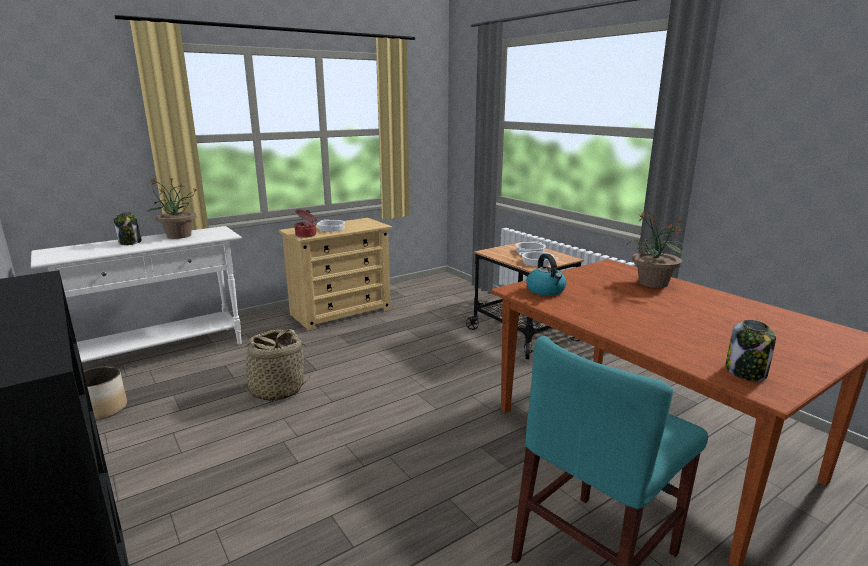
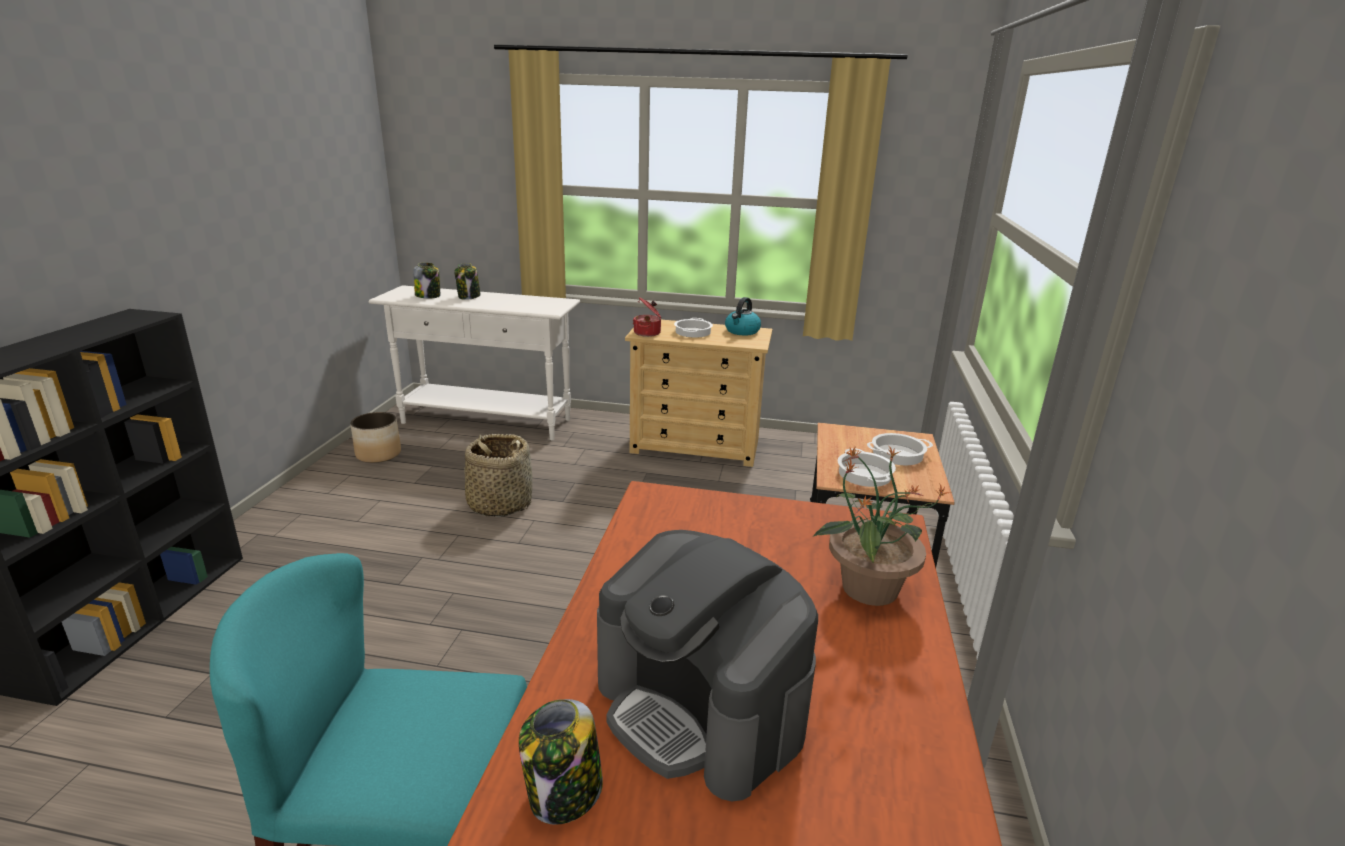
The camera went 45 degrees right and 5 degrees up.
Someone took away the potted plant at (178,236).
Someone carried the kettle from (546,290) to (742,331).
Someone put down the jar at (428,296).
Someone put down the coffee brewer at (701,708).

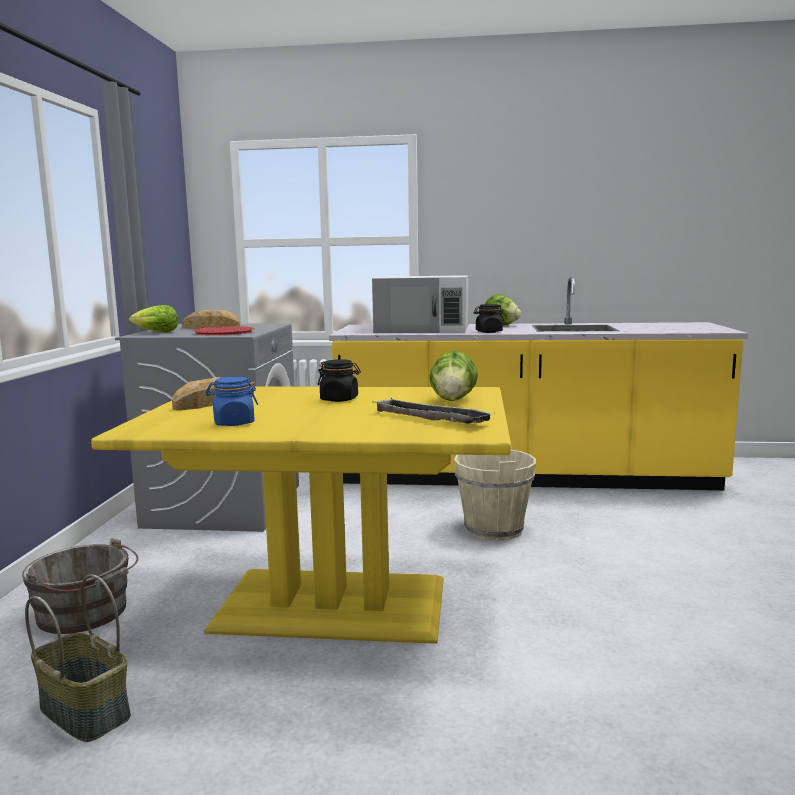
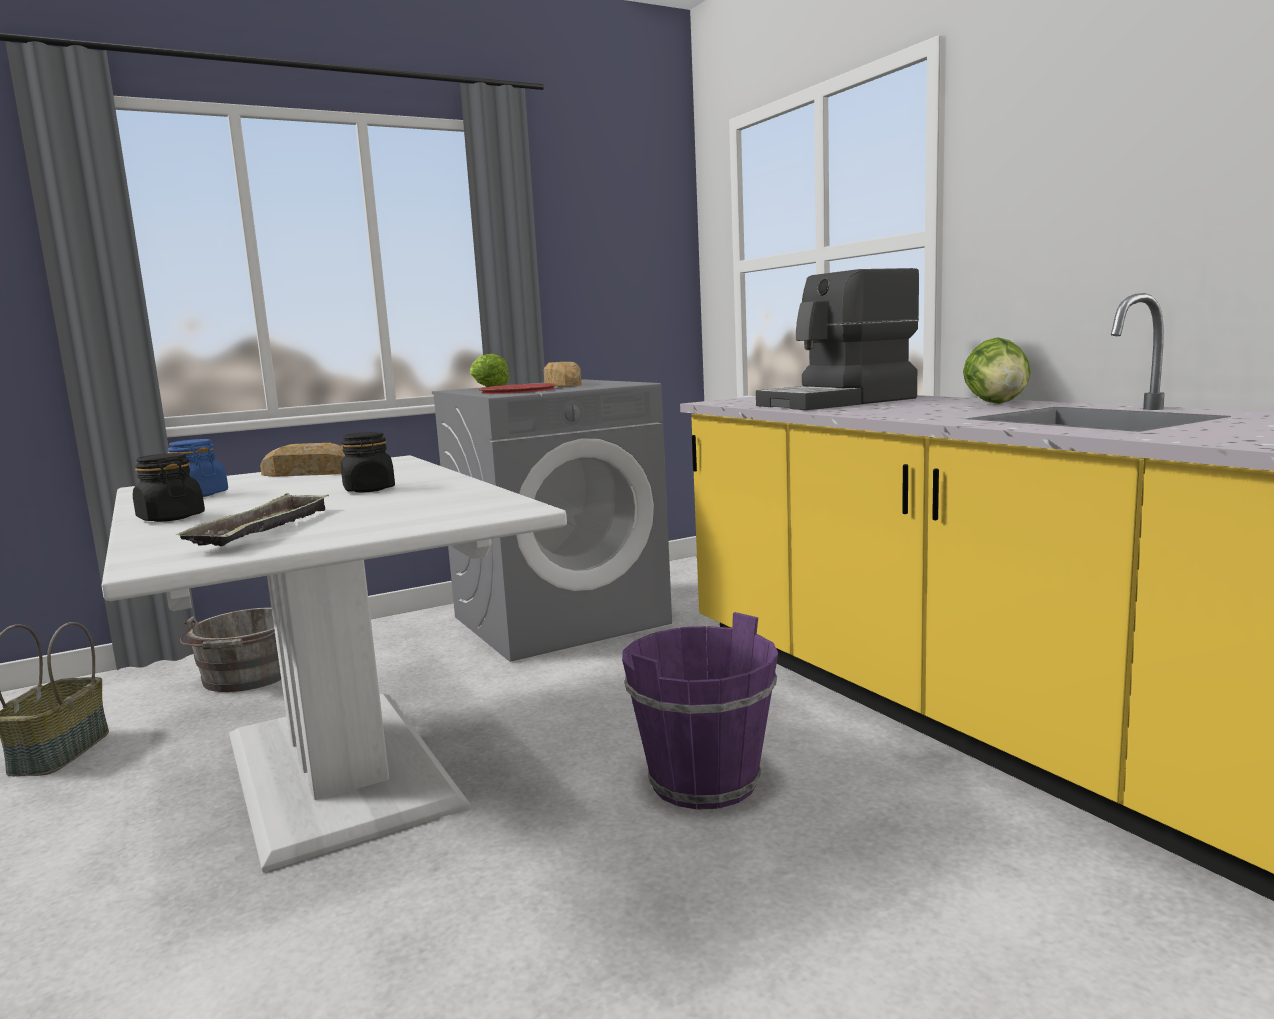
The camera went 55 degrees right and 0 degrees up.
Someone repainted the dinner table in yellow at (332,603), which became the dinner table in whitish at (342,767).
Someone swapped the microwave in whitish at (423,329) for the coffee brewer at (839,402).
Someone took away the lettuce at (453,400).
Someone repainted the pail in beige-coloured at (494,529), which became the pail in purple-coloured at (704,782).
Someone carried the jar in black from (488,332) to (170,518).

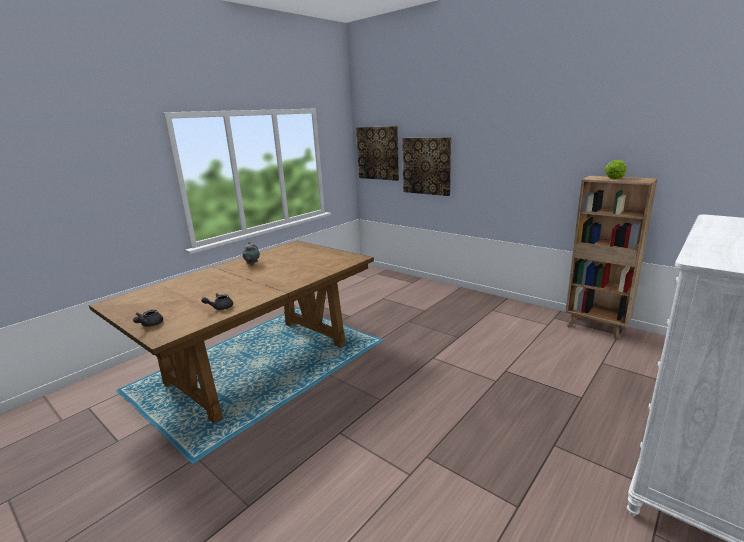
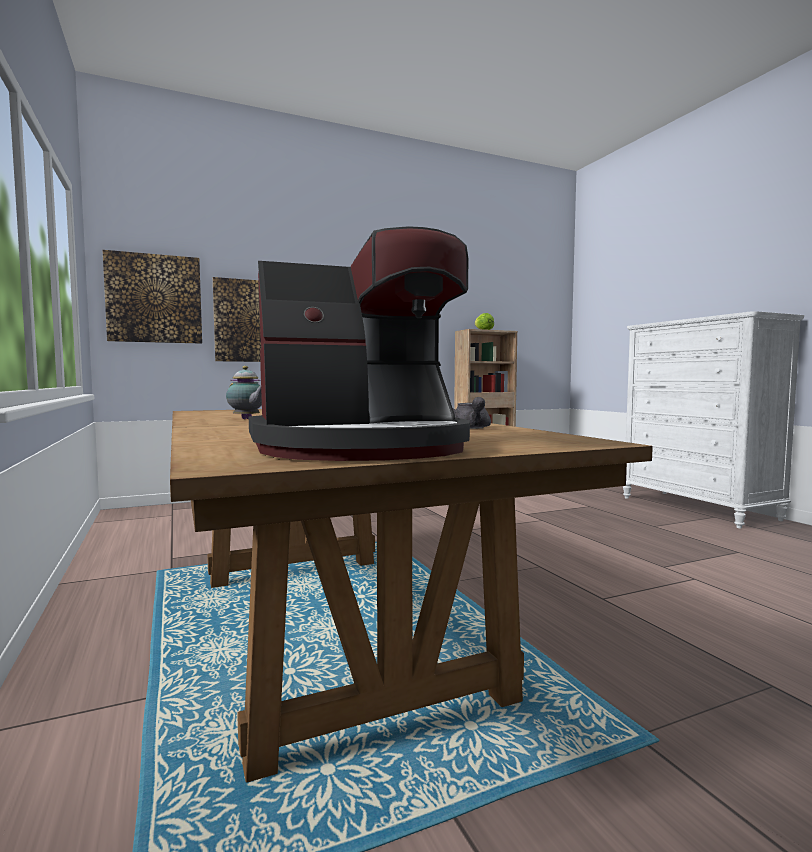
The camera went 65 degrees left and 15 degrees down.
Someone took away the tea pot in gray at (149,325).
Someone put down the coffee brewer at (361,447).

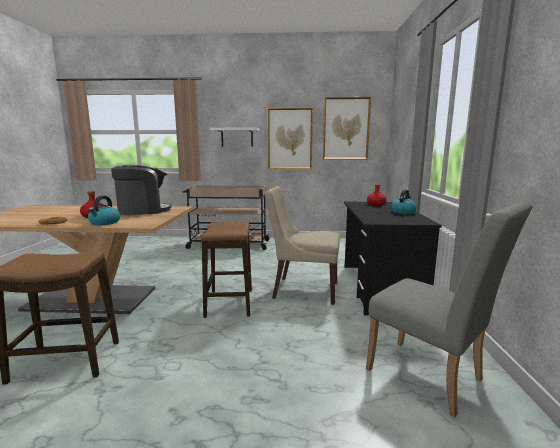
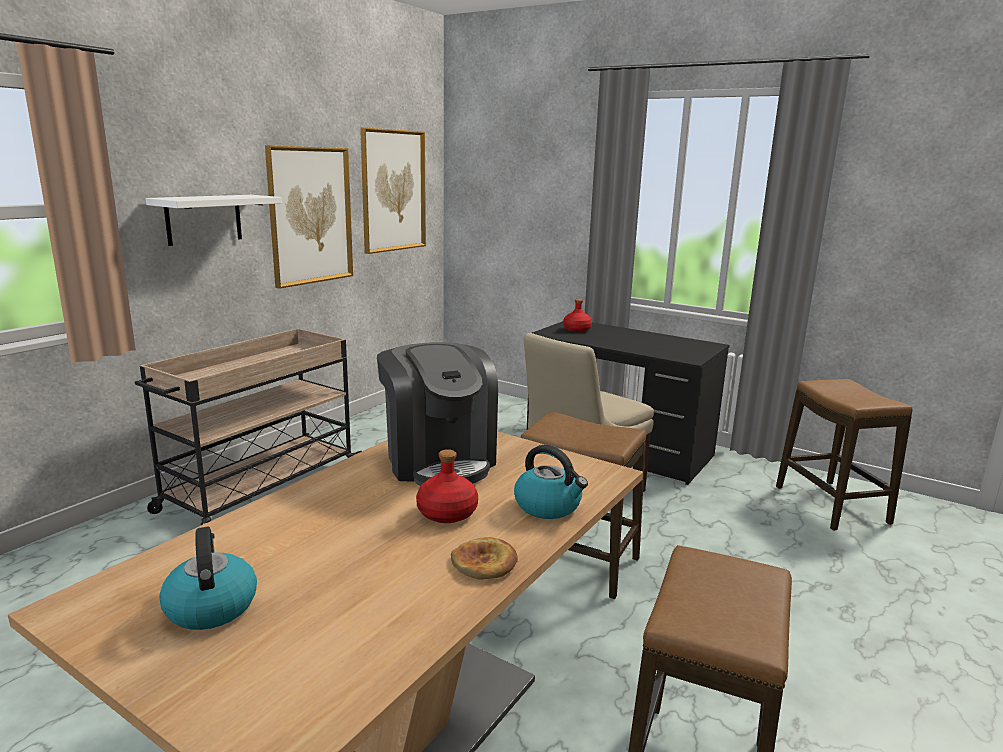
The camera went 60 degrees left and 5 degrees up.
Someone rotated the coffee brewer at (143,211) by 150 degrees clockwise.
Someone swapped the plain chair in gray at (431,379) for the sitting stool at (831,505).
Someone carried the kettle from (403,212) to (210,606).

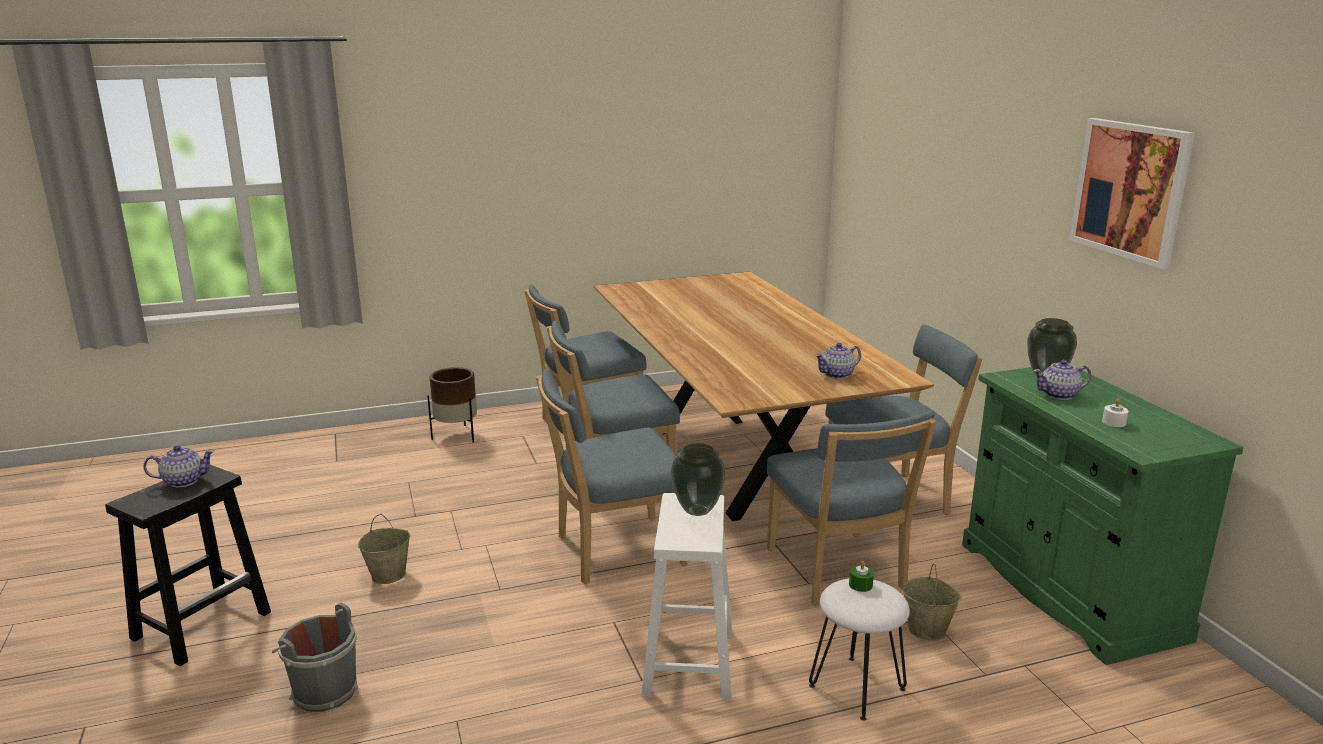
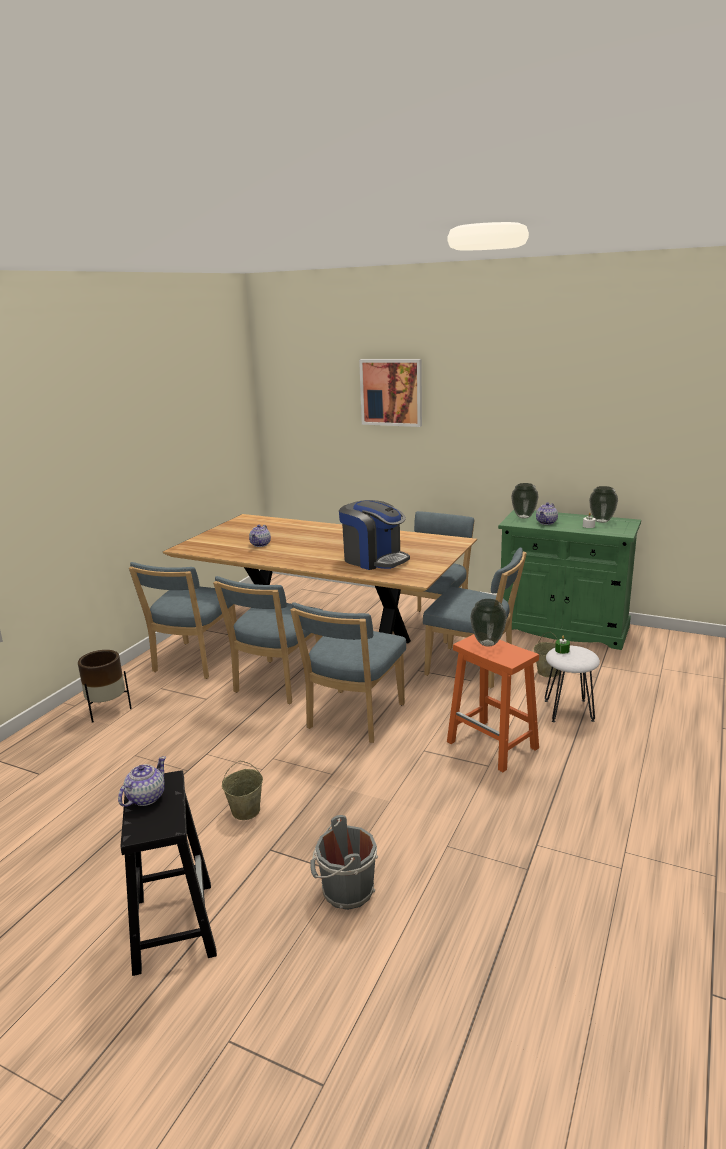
The camera went 45 degrees left and 0 degrees up.
Someone repainted the sitting stool in whitish at (689,664), which became the sitting stool in orange-coloured at (493,745).
Someone carried the tea pot from (837,374) to (261,544).
Someone carried the picture from (1130,190) to (391,392).
Someone put down the coffee brewer at (374,559).
Someone put down the flower vase at (602,521).

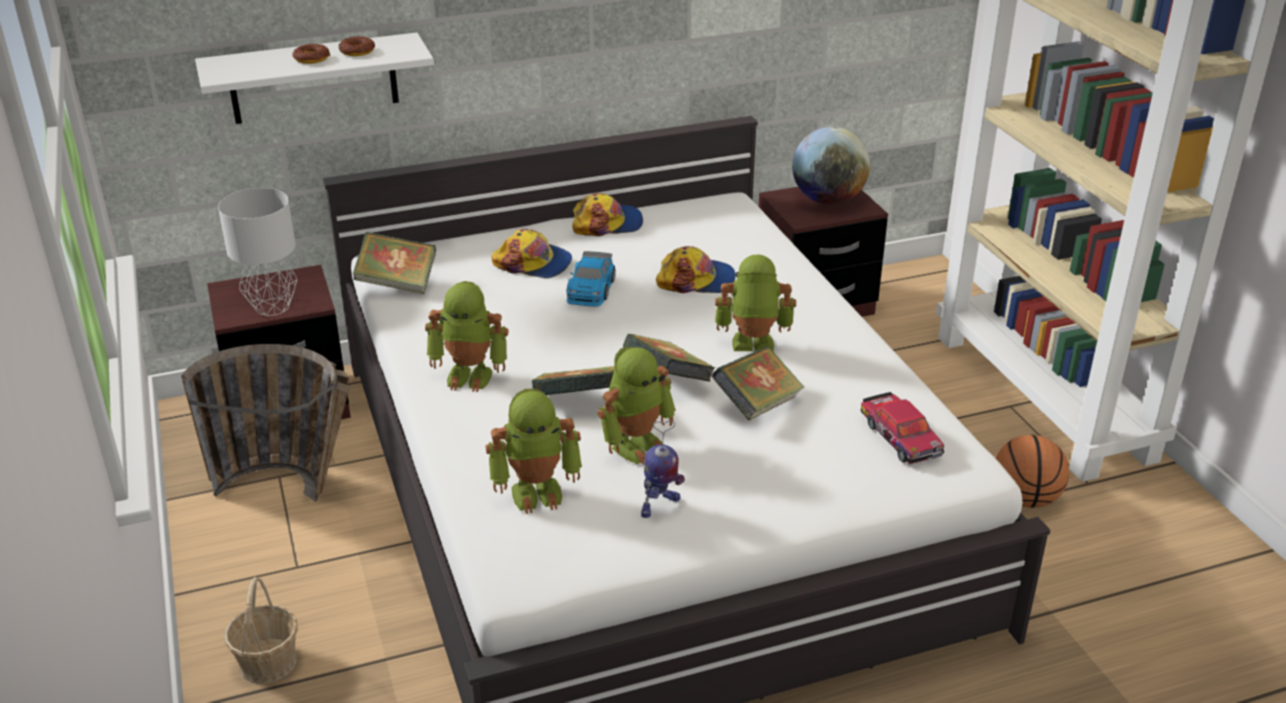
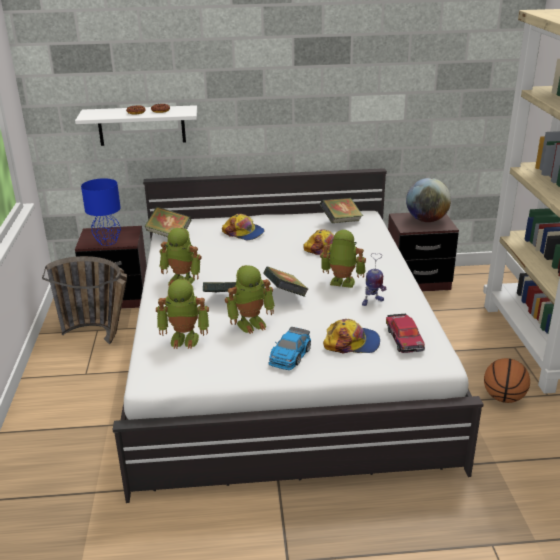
The camera went 15 degrees right and 5 degrees down.
Someone repainted the lamp for a table in gray at (273,306), which became the lamp for a table in blue-coloured at (108,241).
Someone took away the storage basket at (268,662).
Someone carried the miniature car from (591,290) to (290,356).
Someone carried the baseball cap from (607,223) to (352,343).
Someone carried the robot figure from (659,505) to (372,302).
Someone carried the bound book from (757,405) to (341,222).

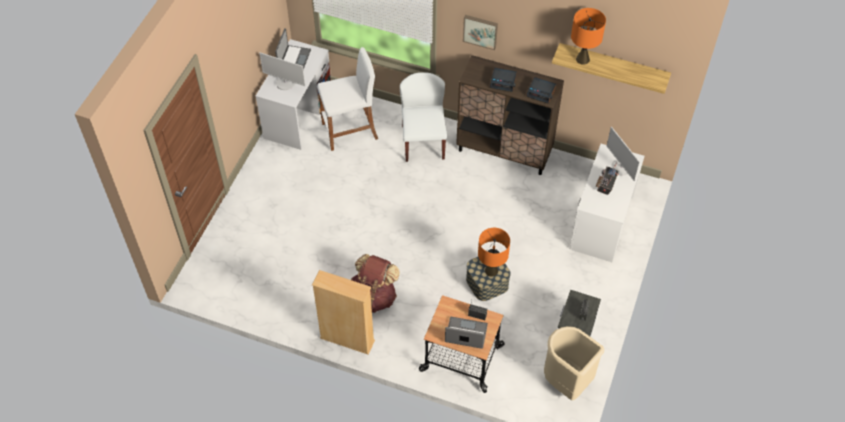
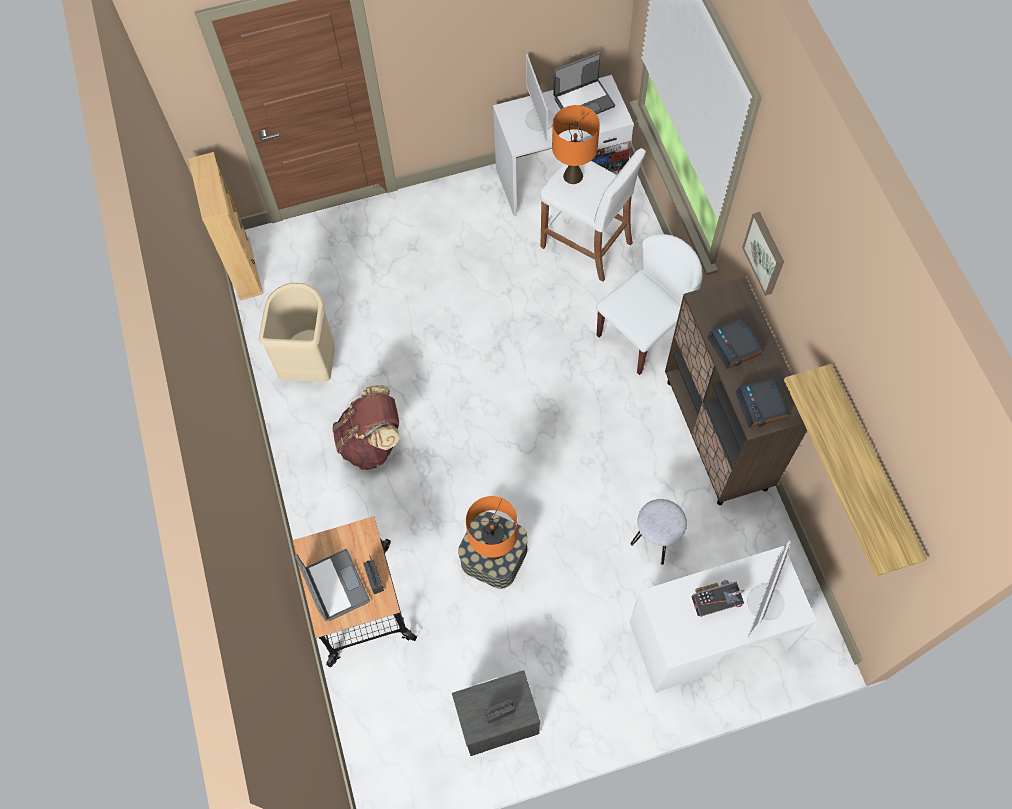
The camera went 55 degrees right and 10 degrees up.
Someone carried the bookshelf in beige-coloured from (347,339) to (244,268).
Someone carried the waste bin in beige-coloured from (566,382) to (310,364).
Someone carried the lamp for a table in orange-coloured from (582,59) to (572,176).
Someone put down the sitting stool in gray at (656,539).

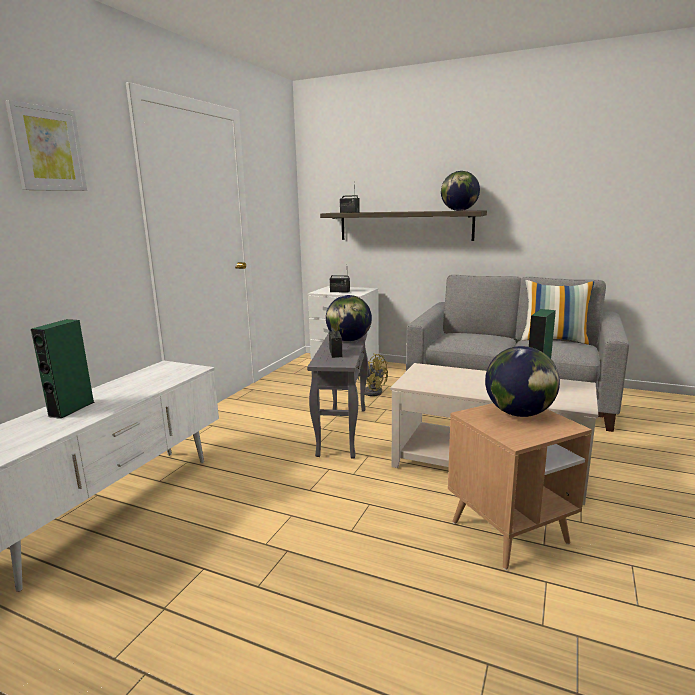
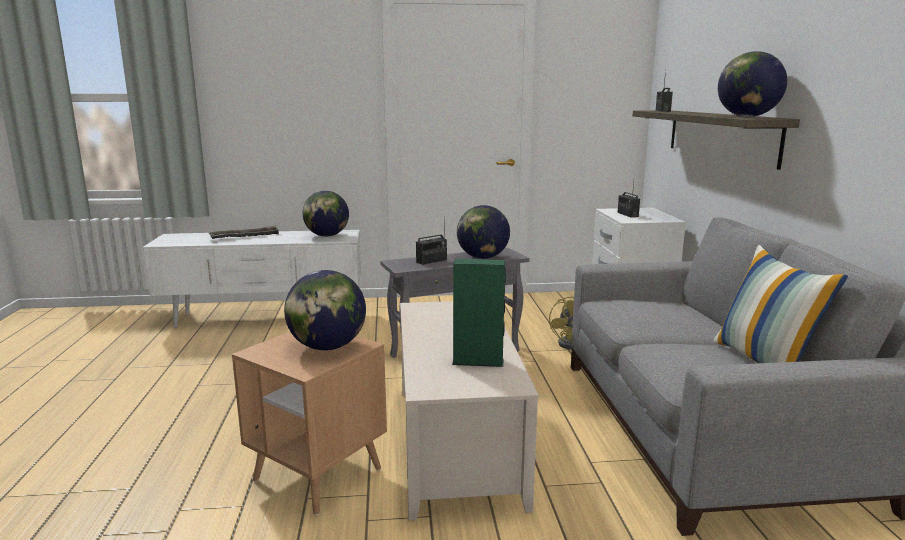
The camera went 60 degrees right and 0 degrees up.
Someone took away the picture at (47,149).
Someone swapped the audio speaker in greenish at (71,409) for the serving tray at (245,236).
Someone put down the globe at (327,236).

